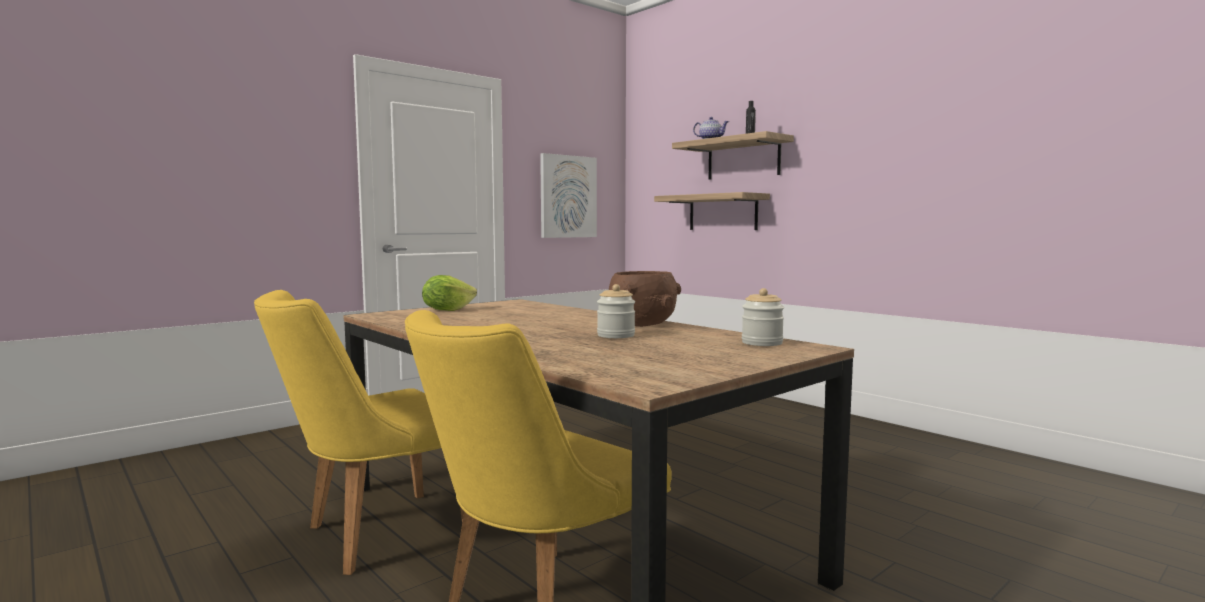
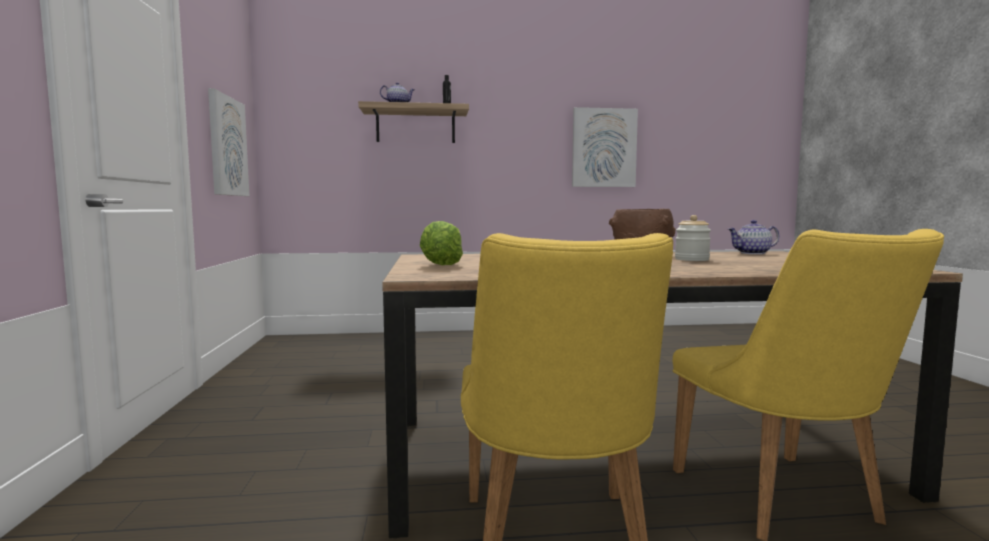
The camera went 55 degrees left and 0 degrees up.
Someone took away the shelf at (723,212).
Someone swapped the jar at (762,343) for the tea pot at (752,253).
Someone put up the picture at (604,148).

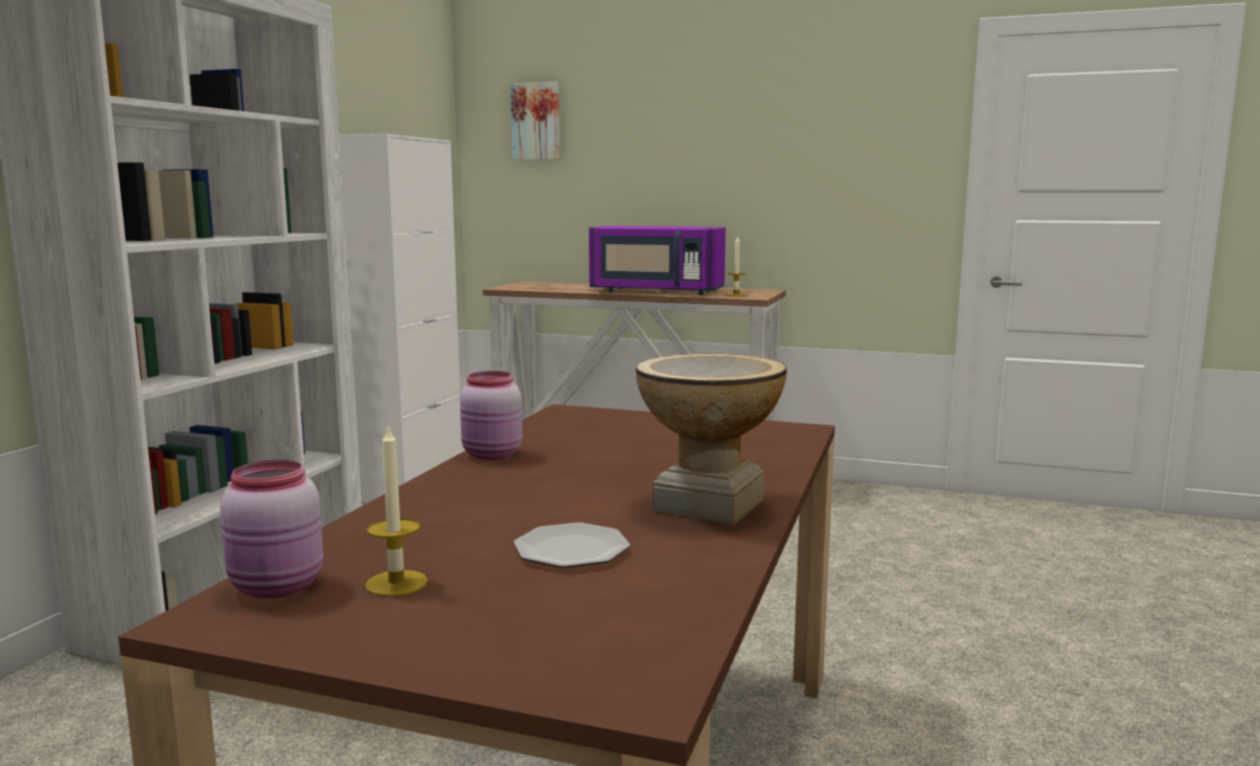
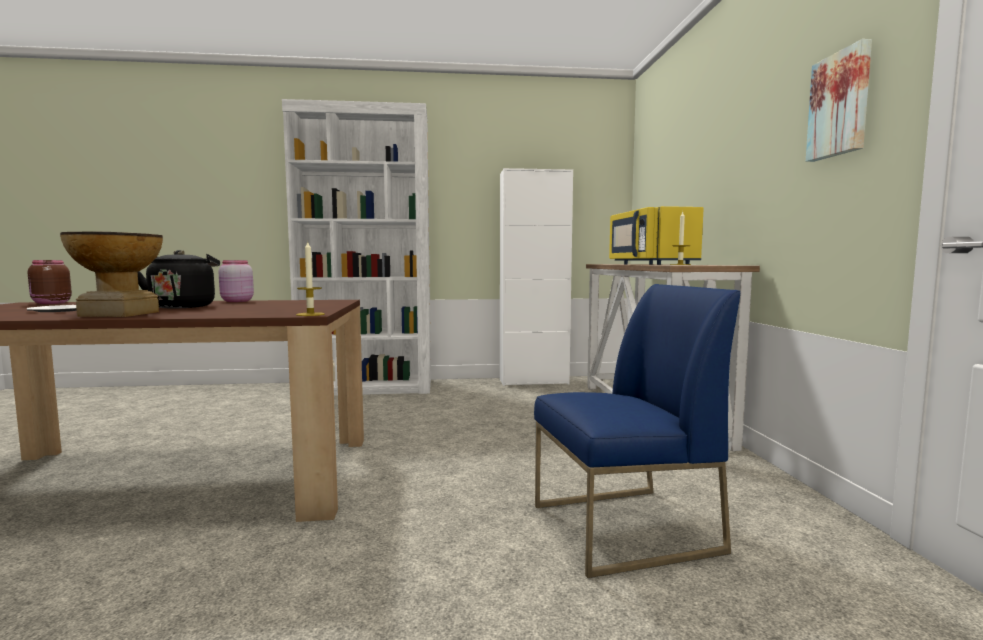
The camera went 65 degrees right and 5 degrees down.
Someone repainted the jar in pinkish at (278,587), which became the jar in brownish at (50,303).
Someone carried the wax light from (396,583) to (310,314).
Someone carried the picture from (536,121) to (840,104).
Someone repainted the microwave in purple-coloured at (656,292), which became the microwave in yellow at (649,264).
Someone put down the kettle in black at (183,306).
Someone put down the plain chair in blue-coloured at (623,529).

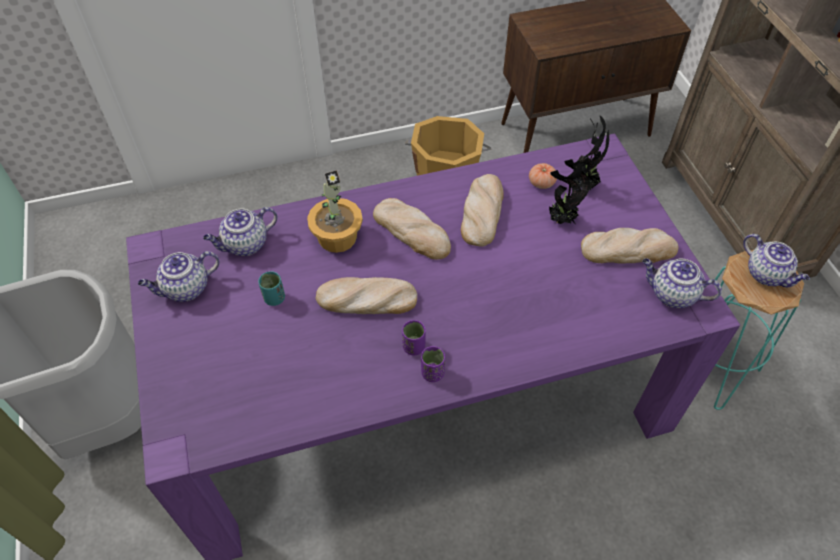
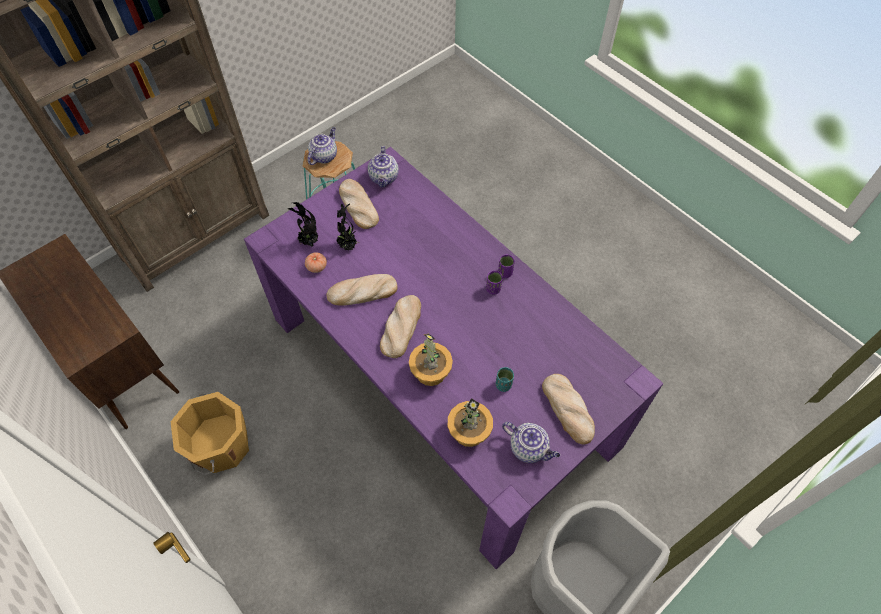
The camera went 115 degrees left and 5 degrees up.
Someone swapped the tea pot at (245,245) for the potted plant at (469,431).
Someone carried the bread from (366,300) to (568,409).

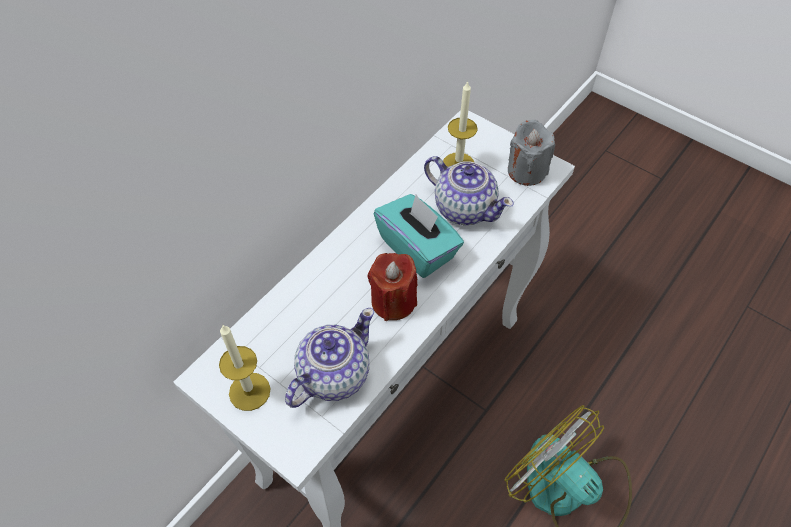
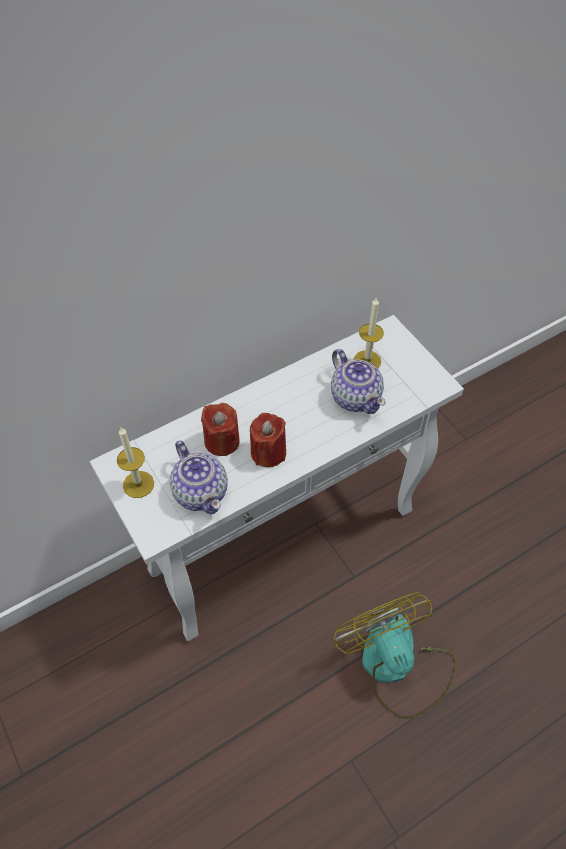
The camera went 20 degrees right and 0 degrees up.
Someone rotated the tea pot at (332,375) by 90 degrees clockwise.
Someone took away the box of tissues in blue-green at (418,248).
Someone took away the wax light in gray at (526,171).
Someone put down the wax light in red-coloured at (222,441).

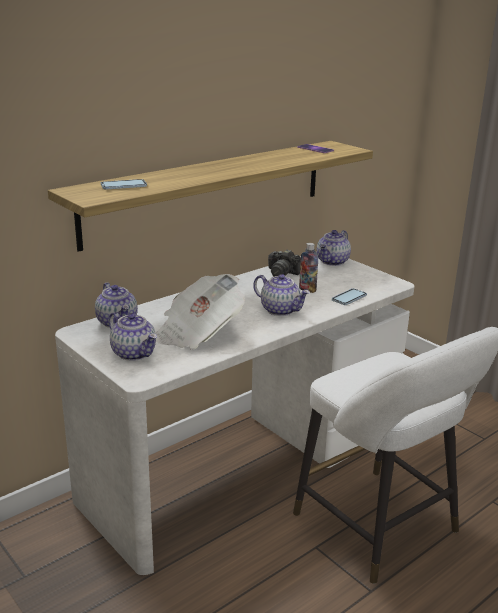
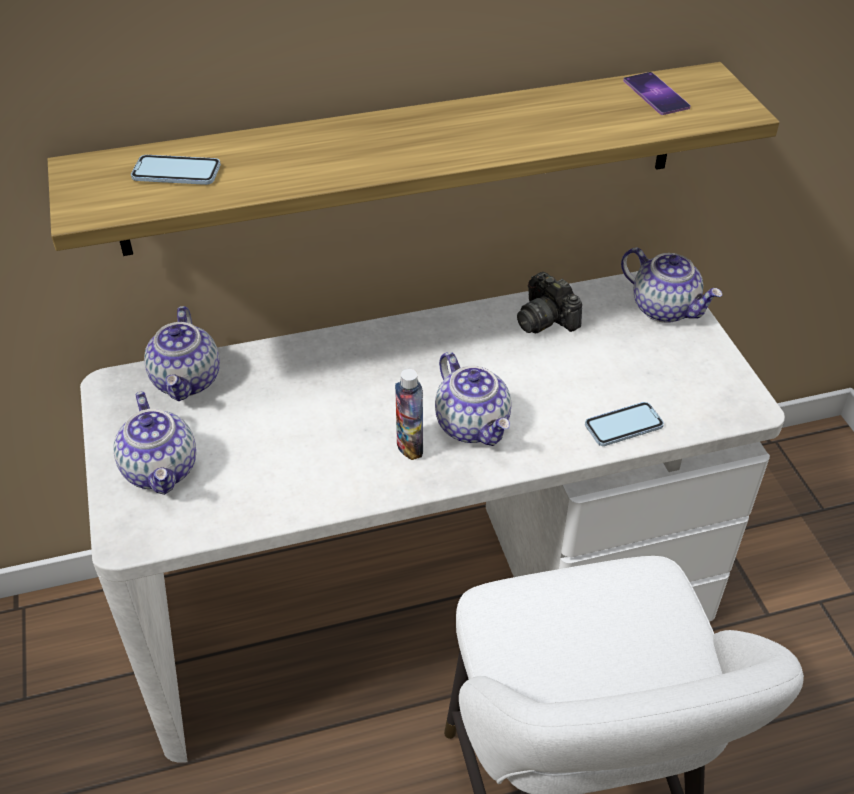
The camera went 25 degrees right and 20 degrees up.
Someone took away the daily paper at (197,333).
Someone carried the beverage bottle from (307,290) to (409,446).
Someone rotated the tea pot at (333,262) by 105 degrees counterclockwise.

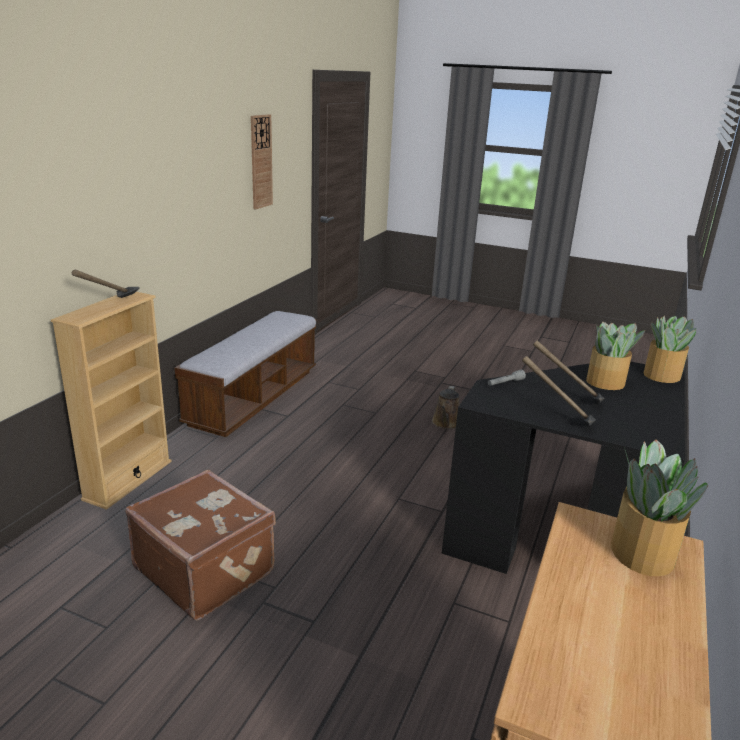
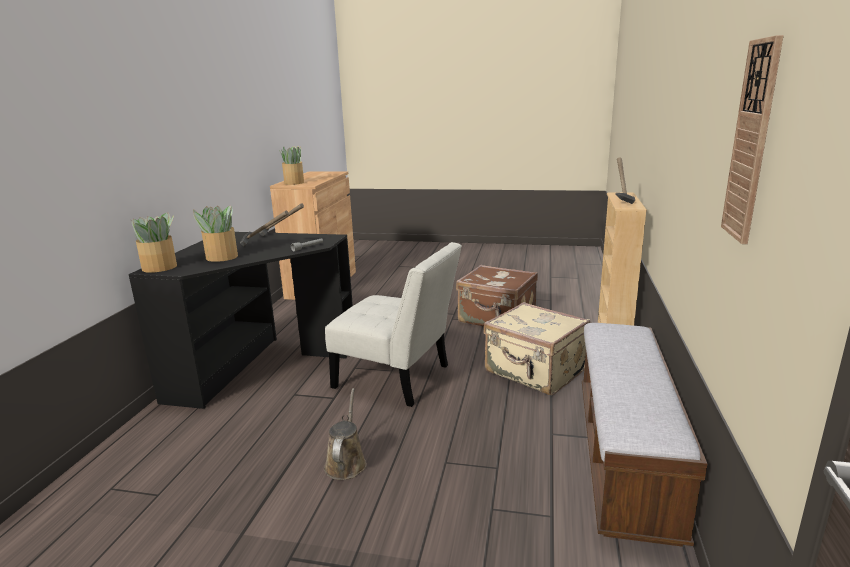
The camera went 170 degrees right and 5 degrees down.
Someone put down the plain chair in whitish at (397,378).
Someone put down the piece of luggage in beige-coloured at (534,372).

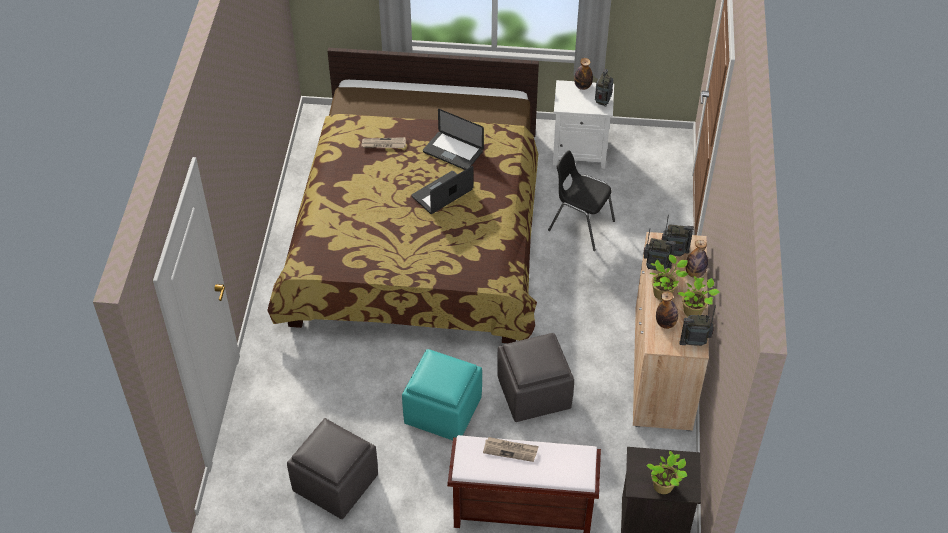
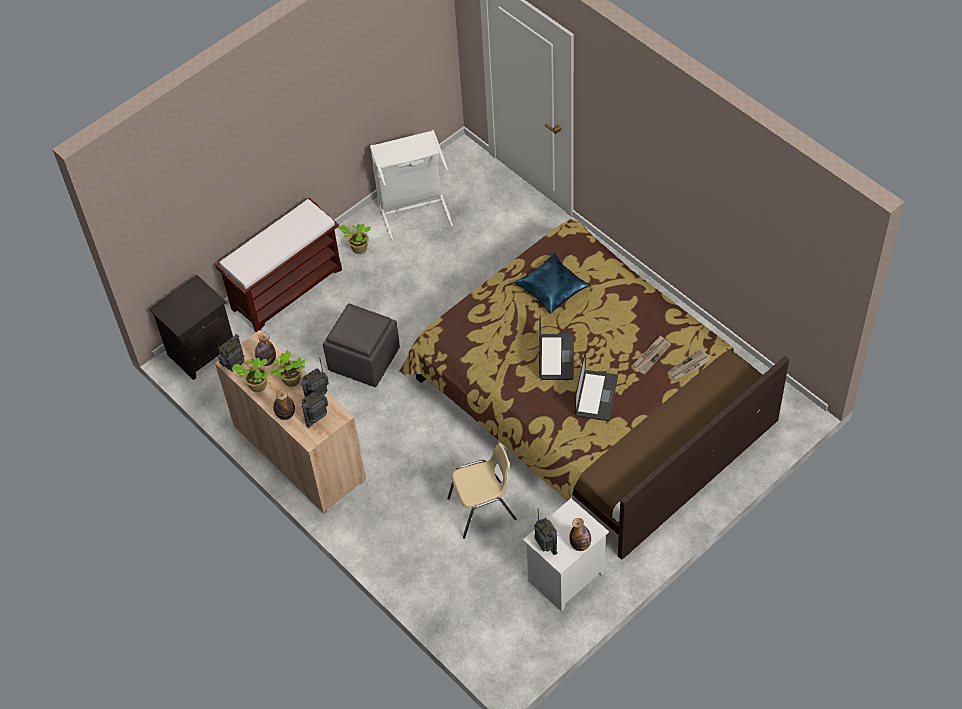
The camera went 135 degrees right and 5 degrees up.
Someone swapped the pouffe in gray at (334,483) for the washing basket in whitish at (413,208).
Someone took away the pouffe in blue-green at (442,411).
Someone rotated the portable computer at (453,152) by 120 degrees clockwise.
Someone carried the daily paper from (510,450) to (689,367).
Someone repainted the plain chair in black at (580,226), which became the plain chair in beige-coloured at (483,509).
Someone carried the potted plant from (664,487) to (358,248).
Someone put down the pillow in blue-coloured at (551,288).

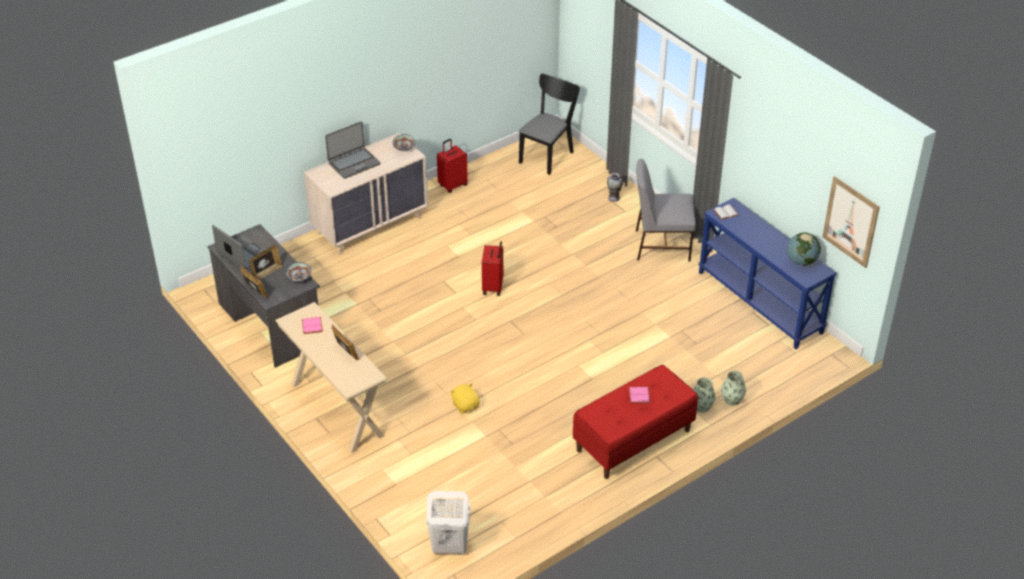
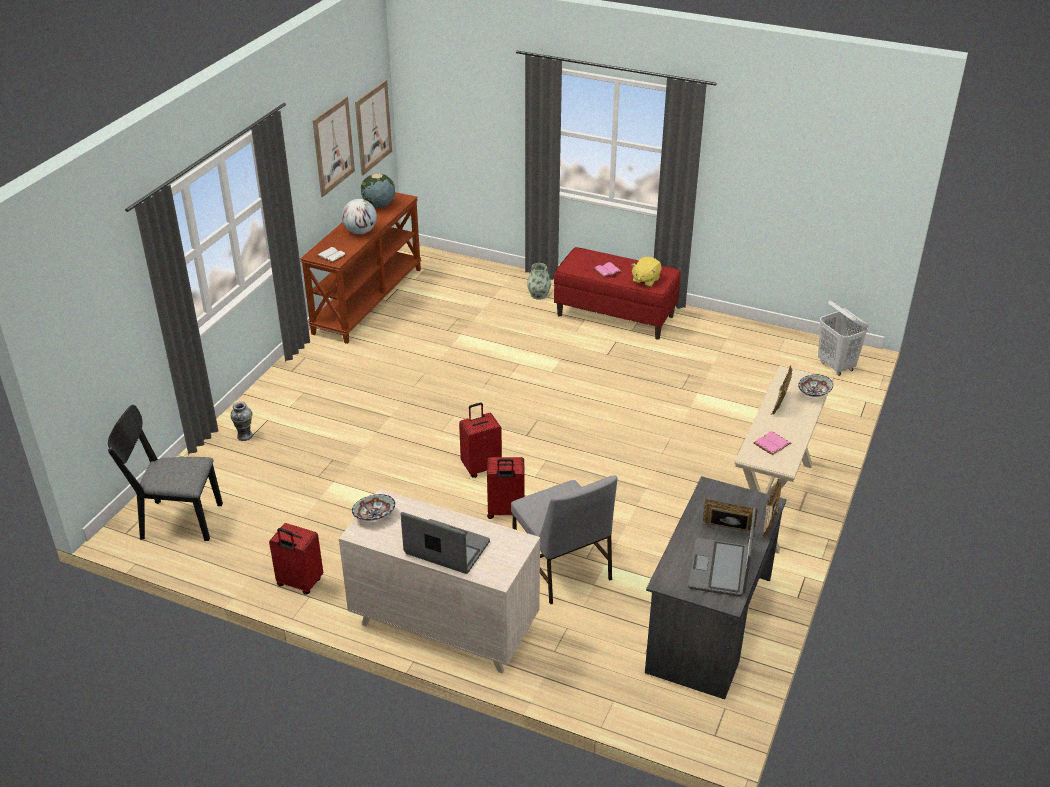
The camera went 120 degrees left and 5 degrees down.
Someone carried the deep dish from (299,278) to (813,393).
Someone carried the soft toy in yellow from (465,405) to (645,280).
Someone carried the plain chair in gray from (661,245) to (562,568).
Someone repainted the narrow table in blue-coloured at (760,302), which became the narrow table in brownish at (367,300).
Someone took away the flower vase at (732,399).
Someone put up the picture at (333,146).
Someone put down the globe at (360,232).
Someone put down the piece of luggage in red-coloured at (505,512).

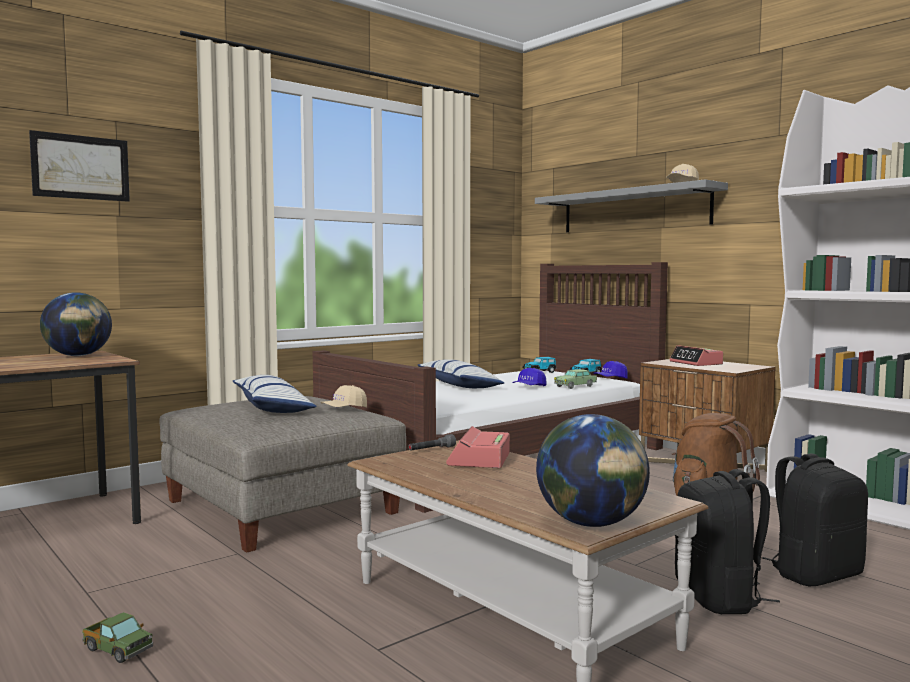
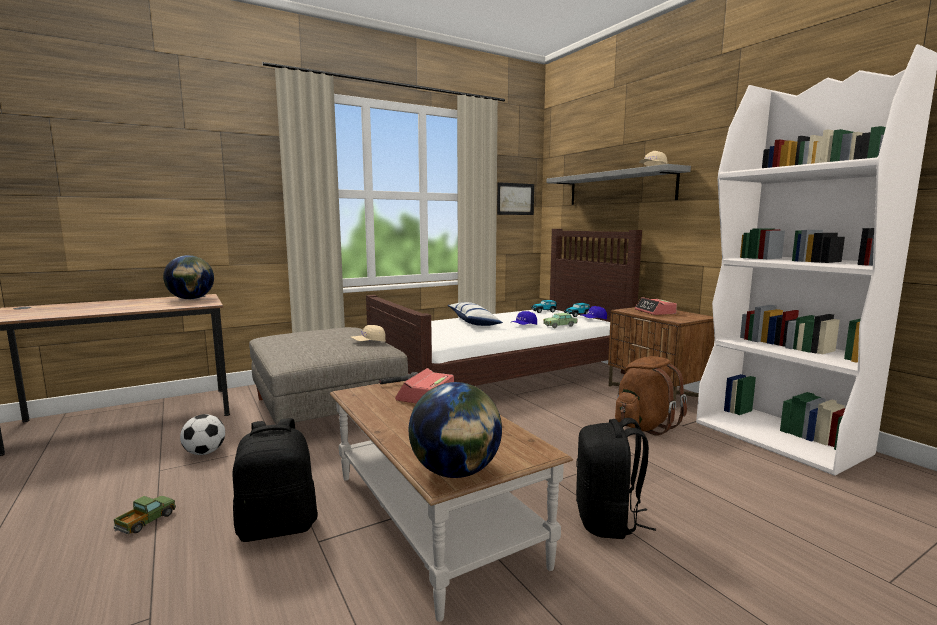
The camera went 10 degrees right and 5 degrees up.
Someone carried the picture from (81,167) to (515,199).
Someone rotated the toy truck at (117,650) by 105 degrees counterclockwise.
Someone took away the pillow at (272,408).
Someone carried the backpack in black from (815,574) to (278,526).
Someone put down the football ball at (205,452).

